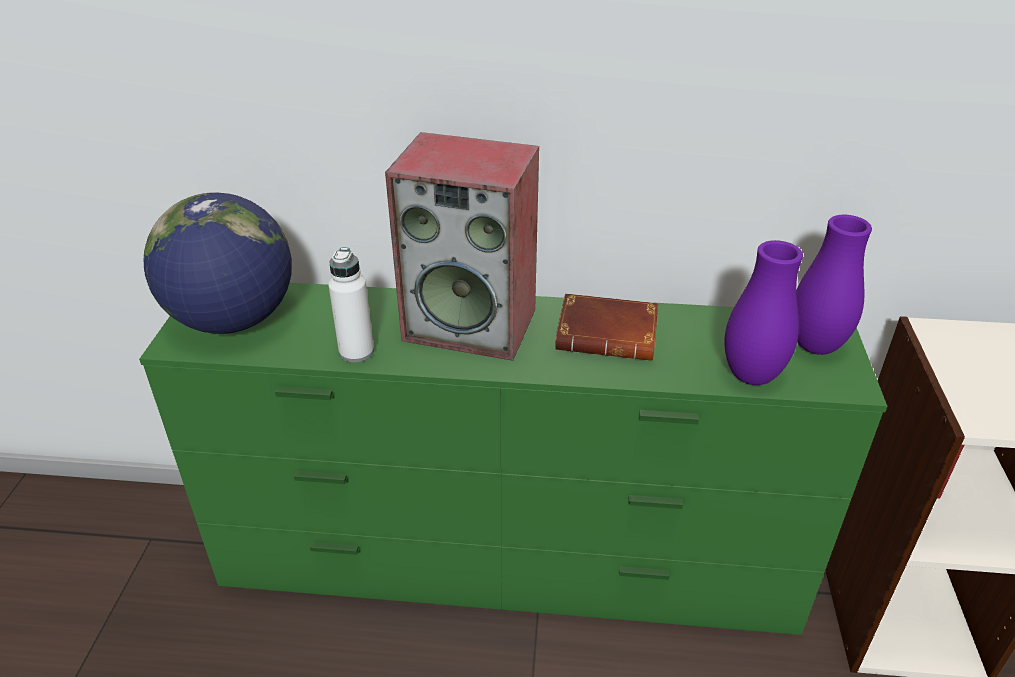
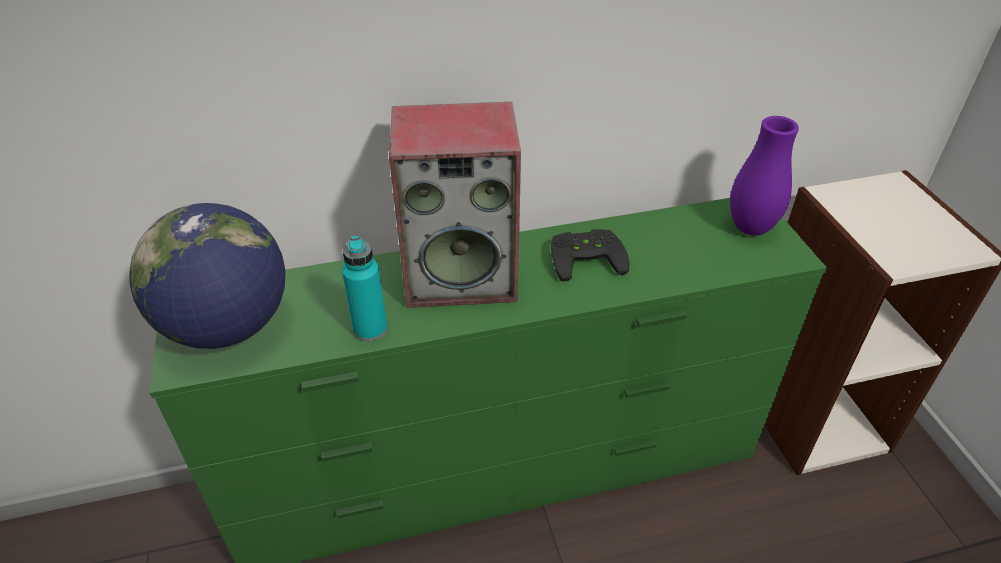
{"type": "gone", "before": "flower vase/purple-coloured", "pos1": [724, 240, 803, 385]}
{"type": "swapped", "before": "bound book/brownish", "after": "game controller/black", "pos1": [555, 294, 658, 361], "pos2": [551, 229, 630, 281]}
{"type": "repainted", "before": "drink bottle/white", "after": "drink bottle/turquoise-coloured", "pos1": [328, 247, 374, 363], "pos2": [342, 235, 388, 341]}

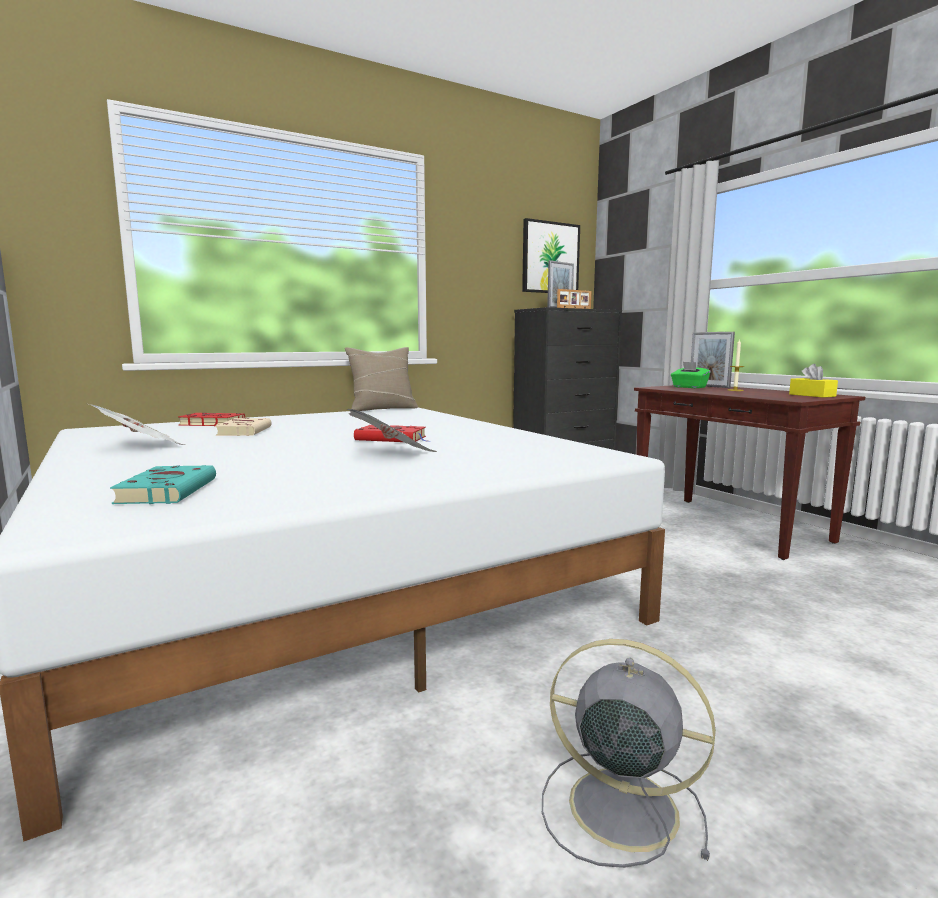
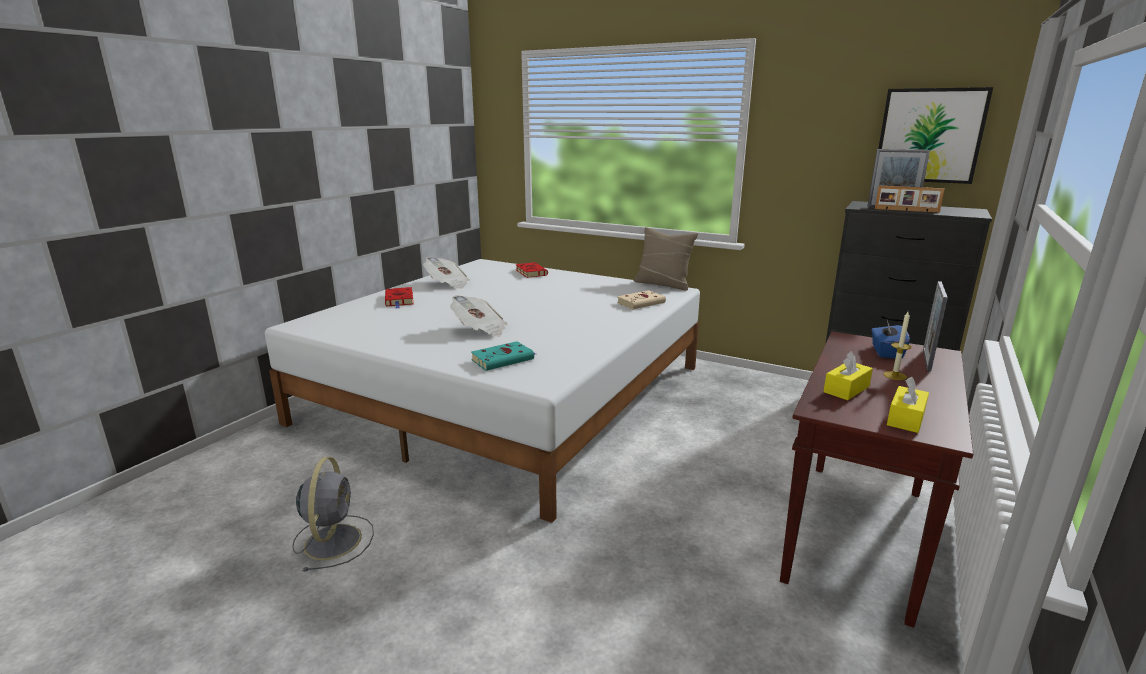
{"type": "new", "after": "tissue holder/yellow", "pos2": [824, 351, 873, 400]}
{"type": "shifted", "before": "bound book/turquoise-coloured", "pos1": [110, 465, 216, 504], "pos2": [471, 341, 535, 371]}
{"type": "shifted", "before": "bound book/sand-coloured", "pos1": [215, 418, 271, 436], "pos2": [617, 290, 666, 309]}
{"type": "shifted", "before": "bound book/reddish", "pos1": [354, 425, 430, 442], "pos2": [385, 287, 414, 308]}
{"type": "repainted", "before": "tissue holder/greenish", "after": "tissue holder/blue", "pos1": [671, 362, 710, 388], "pos2": [872, 320, 910, 359]}

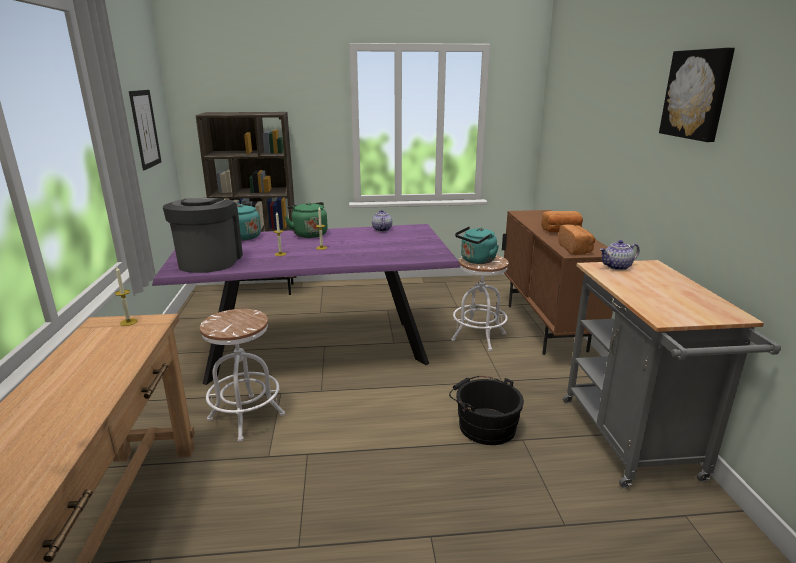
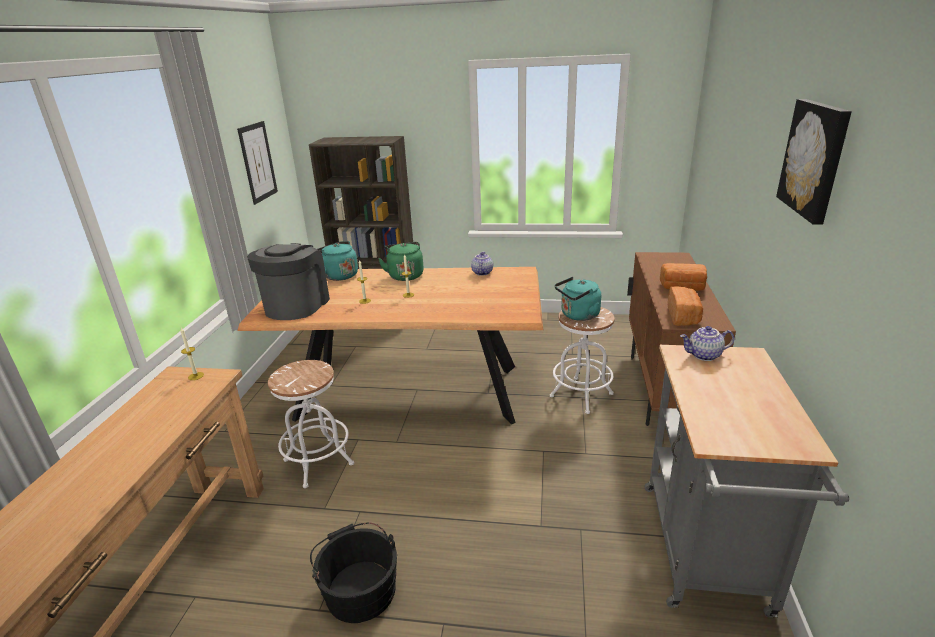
{"type": "shifted", "before": "water bucket/black", "pos1": [449, 376, 524, 445], "pos2": [310, 522, 397, 623]}
{"type": "repainted", "before": "kitchen table/purple-coloured", "after": "kitchen table/brownish", "pos1": [152, 224, 461, 385], "pos2": [237, 267, 543, 424]}

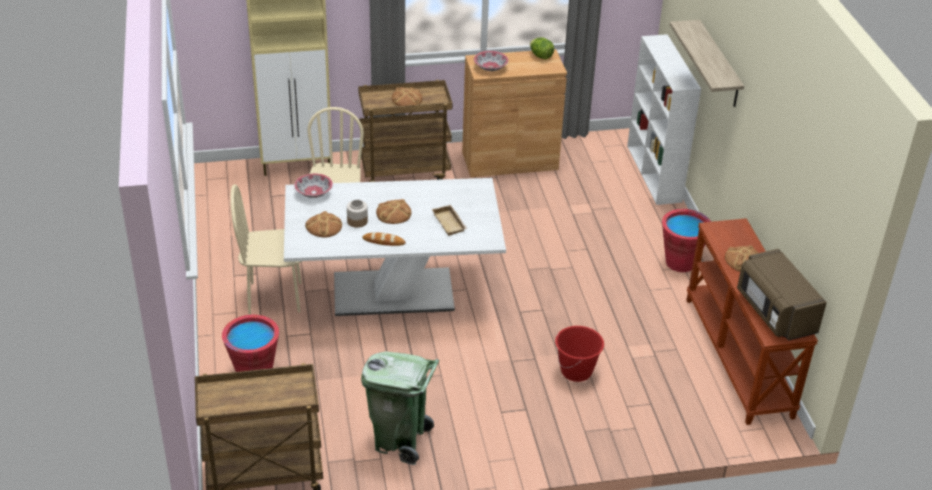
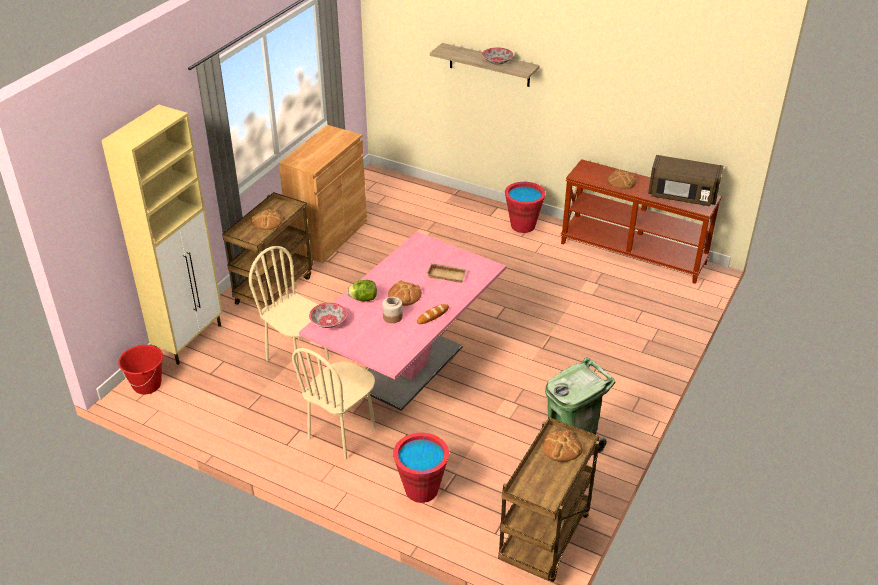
{"type": "gone", "before": "bookshelf/white", "pos1": [627, 34, 701, 205]}
{"type": "shifted", "before": "baked bread", "pos1": [305, 211, 342, 238], "pos2": [543, 430, 583, 462]}
{"type": "shifted", "before": "bowl", "pos1": [474, 51, 508, 71], "pos2": [482, 47, 513, 64]}
{"type": "shifted", "before": "head of lettuce", "pos1": [530, 37, 554, 59], "pos2": [347, 280, 377, 302]}
{"type": "shifted", "before": "water bucket/reddish", "pos1": [555, 326, 604, 382], "pos2": [118, 345, 163, 394]}
{"type": "repainted", "before": "kitchen table/white", "after": "kitchen table/pink-coloured", "pos1": [284, 178, 506, 316], "pos2": [299, 232, 506, 411]}

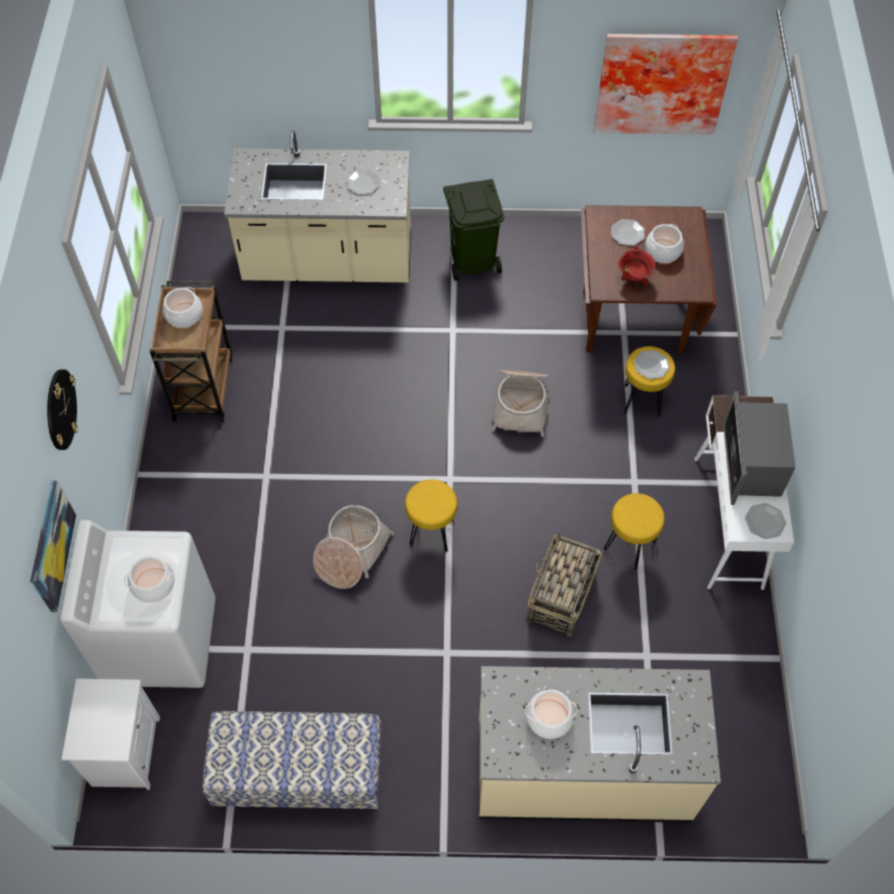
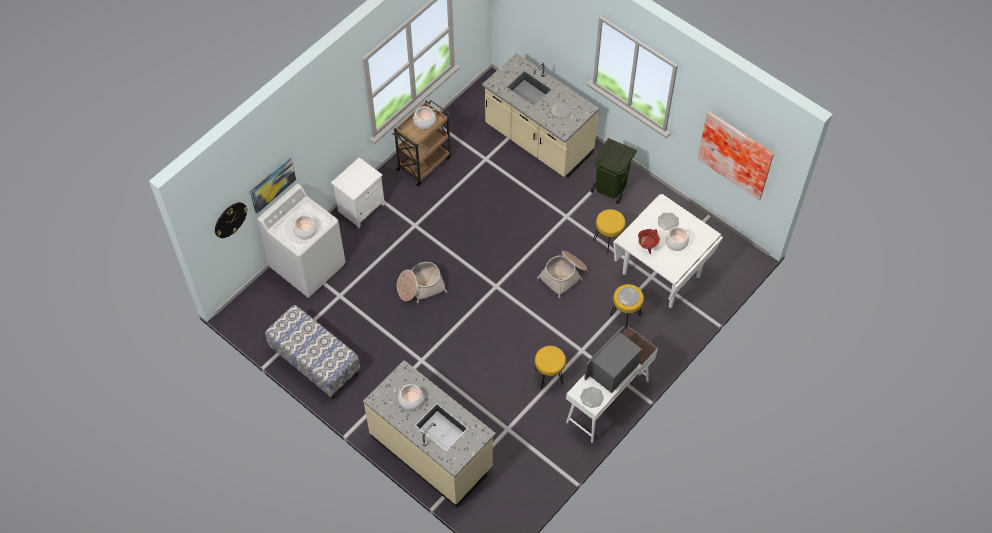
{"type": "gone", "before": "household basket", "pos1": [527, 534, 602, 637]}
{"type": "shifted", "before": "clock on the wall", "pos1": [47, 369, 78, 450], "pos2": [215, 202, 248, 238]}
{"type": "shifted", "before": "nightstand/white", "pos1": [61, 679, 160, 790], "pos2": [331, 157, 385, 228]}
{"type": "shifted", "before": "stool seat/yellow", "pos1": [405, 479, 458, 552], "pos2": [593, 209, 625, 254]}
{"type": "repainted", "before": "kitchen table/brownish", "after": "kitchen table/white", "pos1": [581, 205, 717, 354], "pos2": [613, 194, 723, 308]}

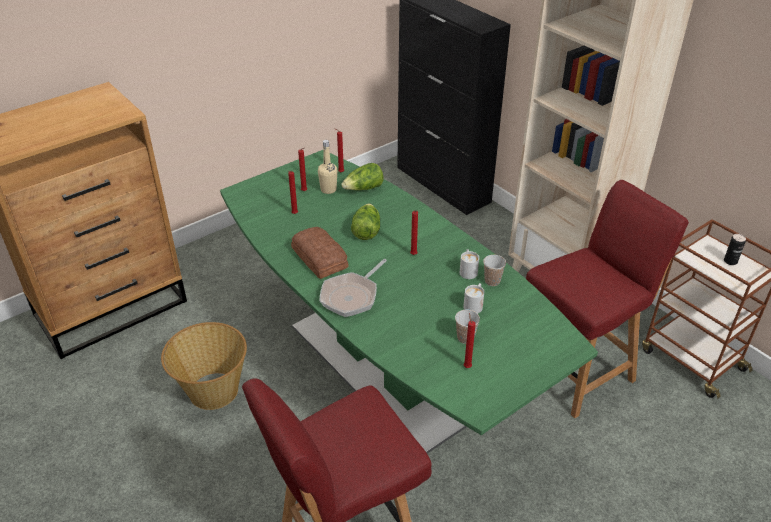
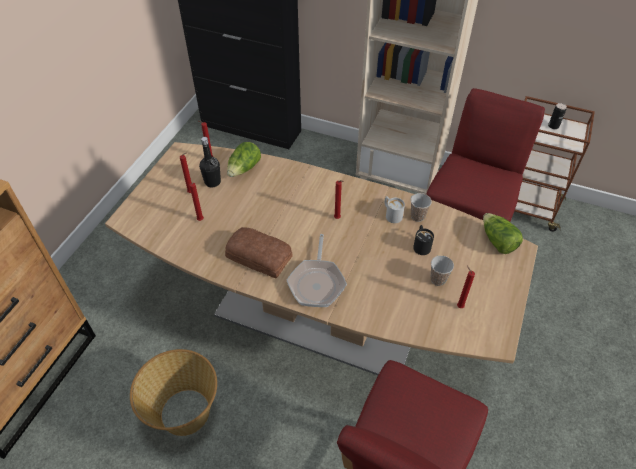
{"type": "shifted", "before": "head of lettuce", "pos1": [351, 203, 380, 240], "pos2": [483, 213, 523, 254]}
{"type": "repainted", "before": "kitchen table/greenish", "after": "kitchen table/brownish", "pos1": [220, 150, 598, 454], "pos2": [105, 142, 538, 375]}
{"type": "repainted", "before": "drink bottle/sand-coloured", "after": "drink bottle/black", "pos1": [318, 140, 337, 194], "pos2": [199, 137, 221, 187]}
{"type": "repainted", "before": "mug/white", "after": "mug/black", "pos1": [464, 283, 484, 314], "pos2": [413, 225, 434, 255]}

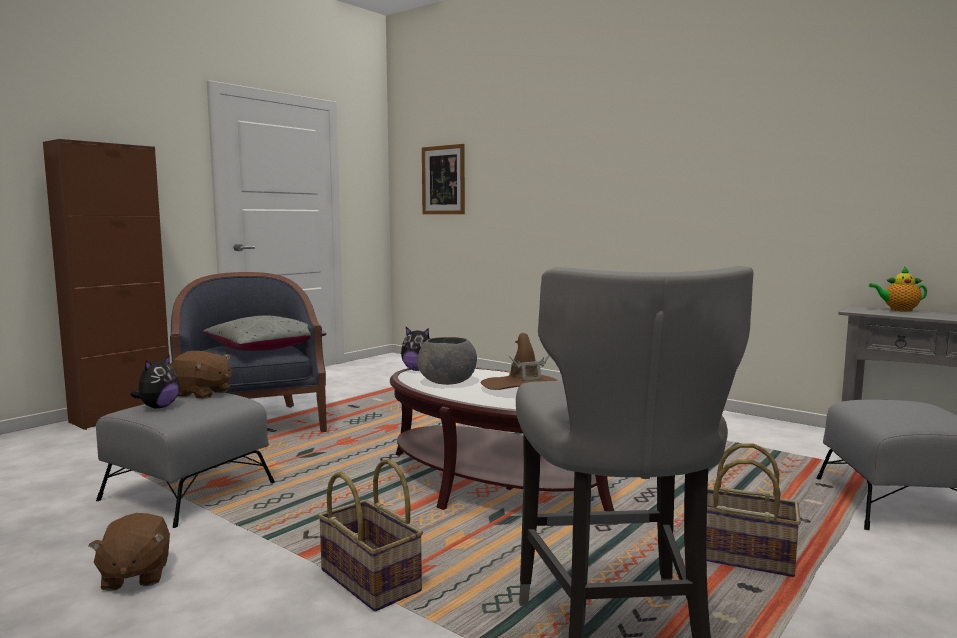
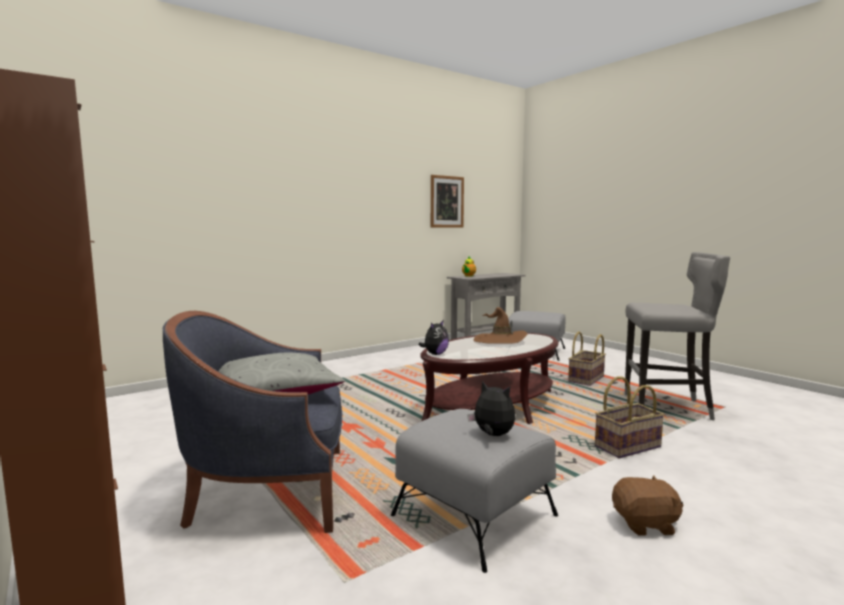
{"type": "gone", "before": "plush toy/brownish", "pos1": [170, 351, 232, 399]}
{"type": "gone", "before": "bowl/greyish", "pos1": [417, 337, 477, 385]}
{"type": "shifted", "before": "wall art", "pos1": [422, 144, 465, 214], "pos2": [431, 175, 464, 228]}

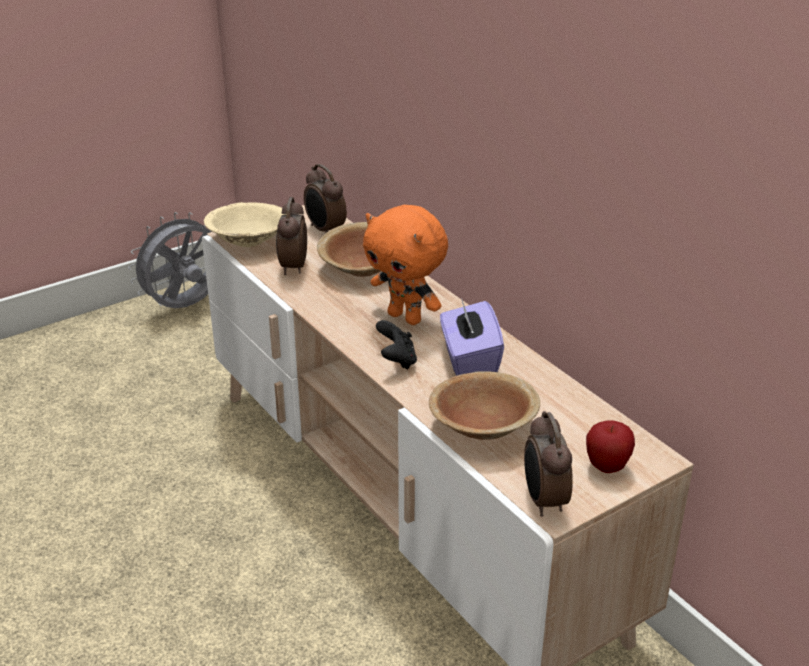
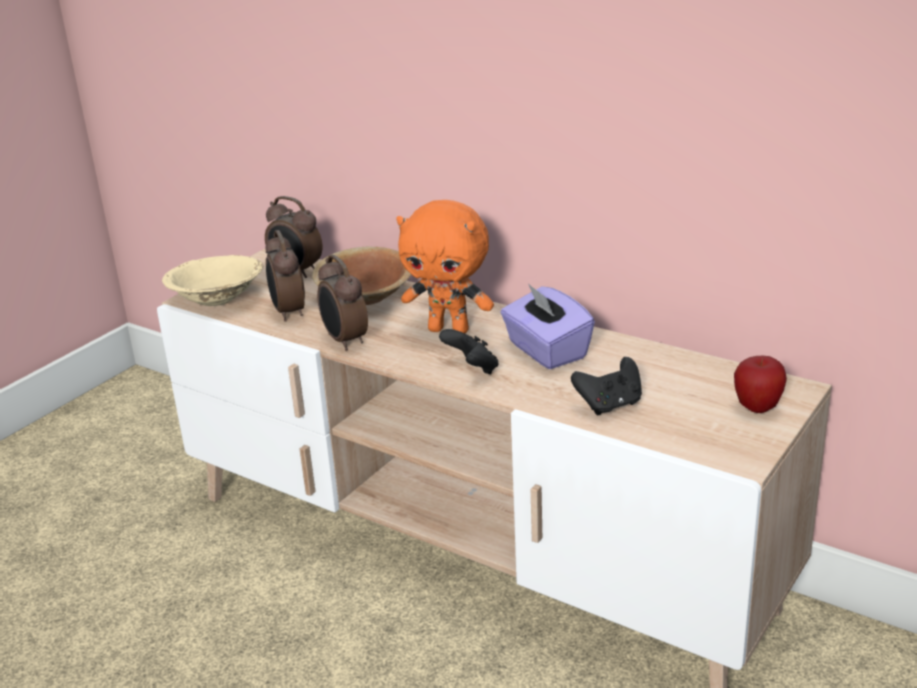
{"type": "gone", "before": "cooling fan/greyish", "pos1": [128, 212, 212, 308]}
{"type": "shifted", "before": "table clock", "pos1": [524, 411, 573, 517], "pos2": [317, 255, 368, 351]}
{"type": "swapped", "before": "bowl/brownish", "after": "game controller/black", "pos1": [429, 371, 540, 440], "pos2": [571, 357, 642, 415]}

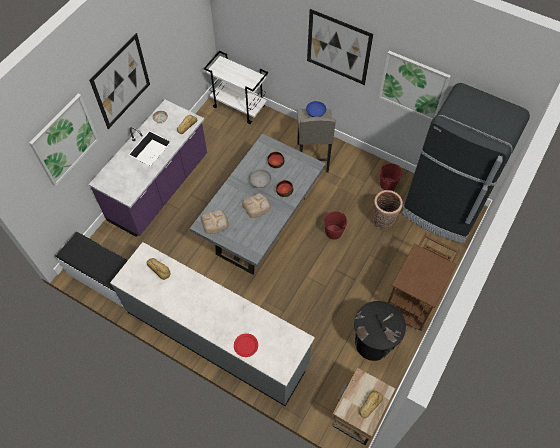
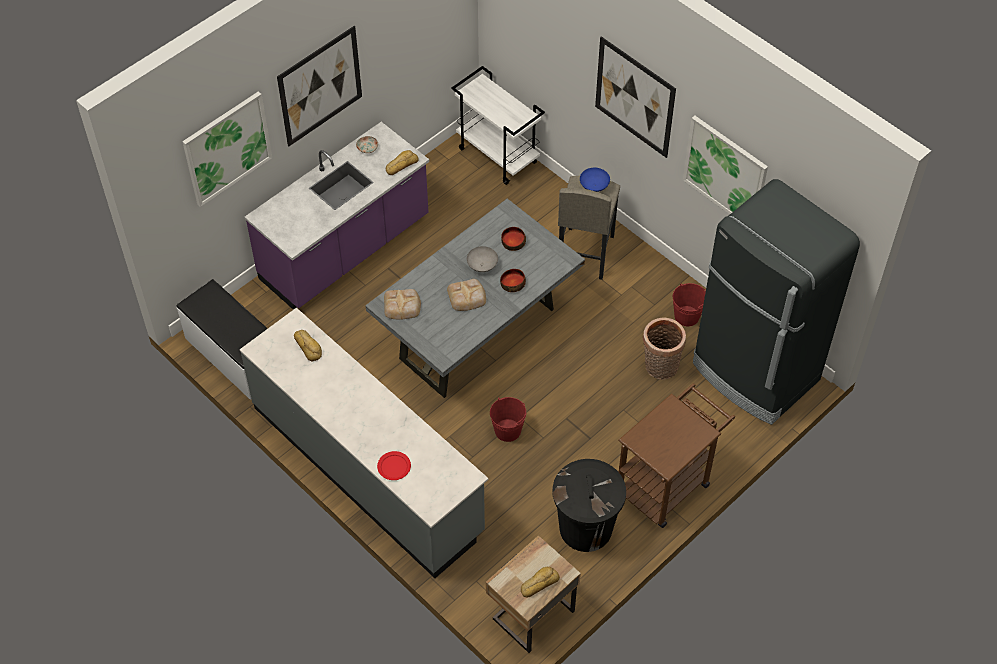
{"type": "shifted", "before": "water bucket/reddish", "pos1": [324, 211, 347, 240], "pos2": [490, 397, 526, 442]}

